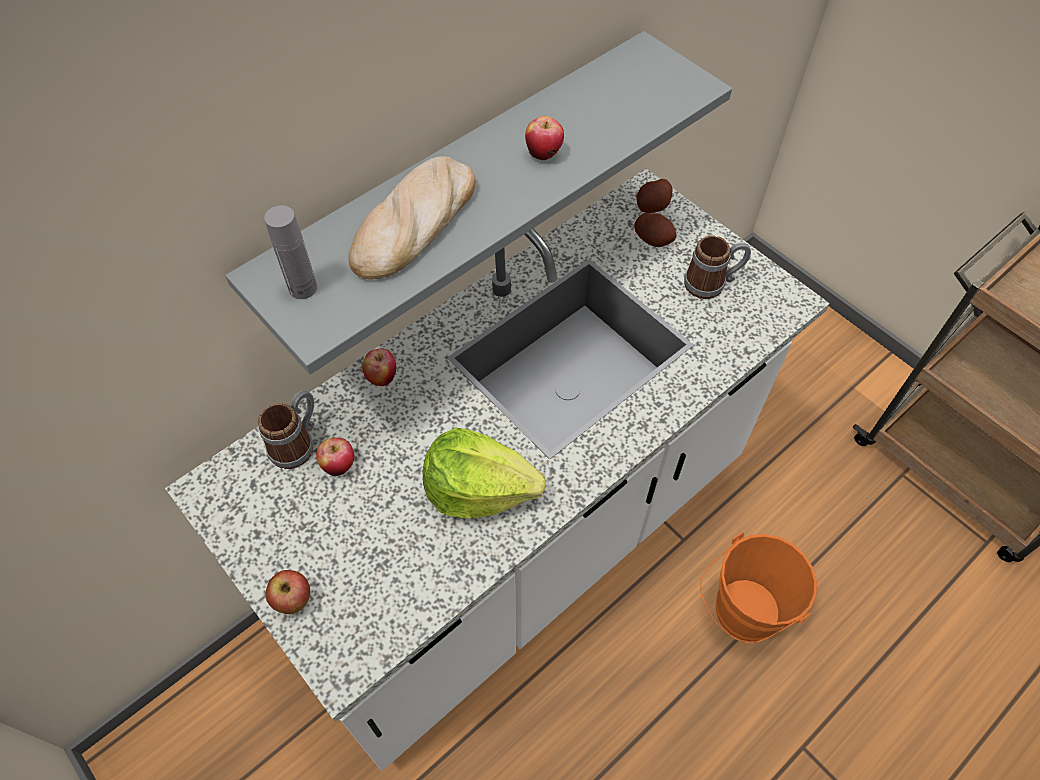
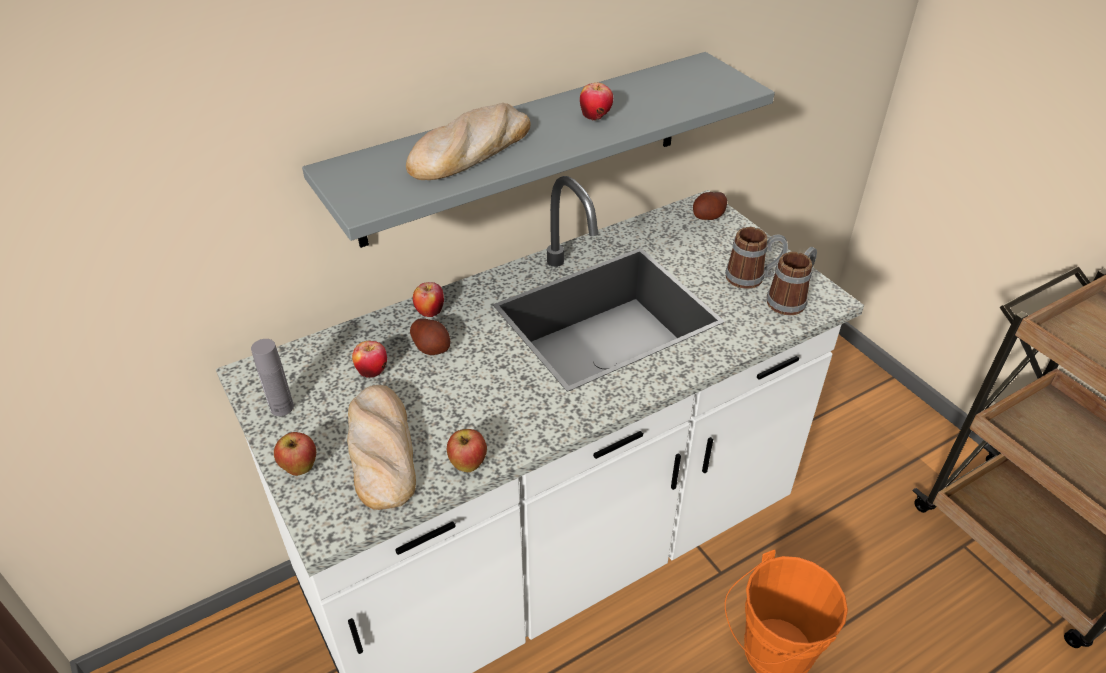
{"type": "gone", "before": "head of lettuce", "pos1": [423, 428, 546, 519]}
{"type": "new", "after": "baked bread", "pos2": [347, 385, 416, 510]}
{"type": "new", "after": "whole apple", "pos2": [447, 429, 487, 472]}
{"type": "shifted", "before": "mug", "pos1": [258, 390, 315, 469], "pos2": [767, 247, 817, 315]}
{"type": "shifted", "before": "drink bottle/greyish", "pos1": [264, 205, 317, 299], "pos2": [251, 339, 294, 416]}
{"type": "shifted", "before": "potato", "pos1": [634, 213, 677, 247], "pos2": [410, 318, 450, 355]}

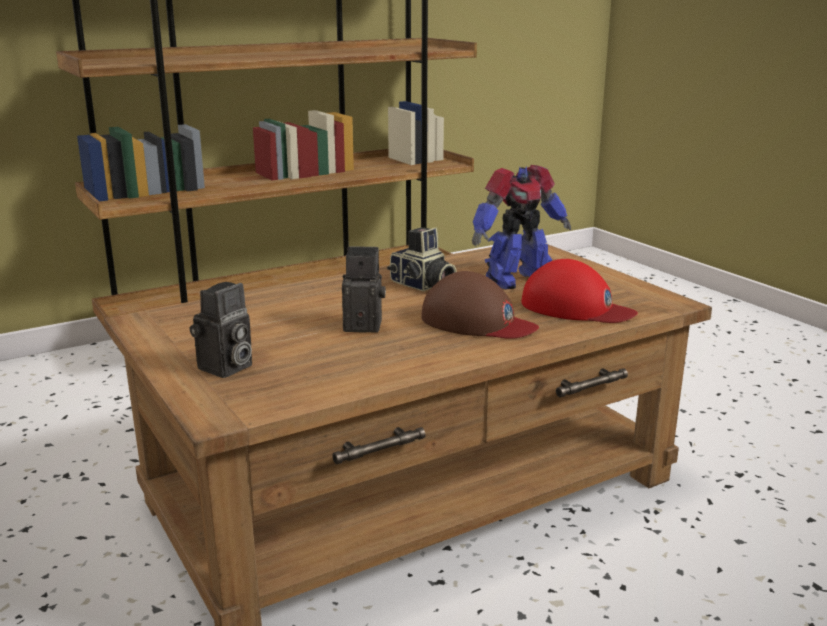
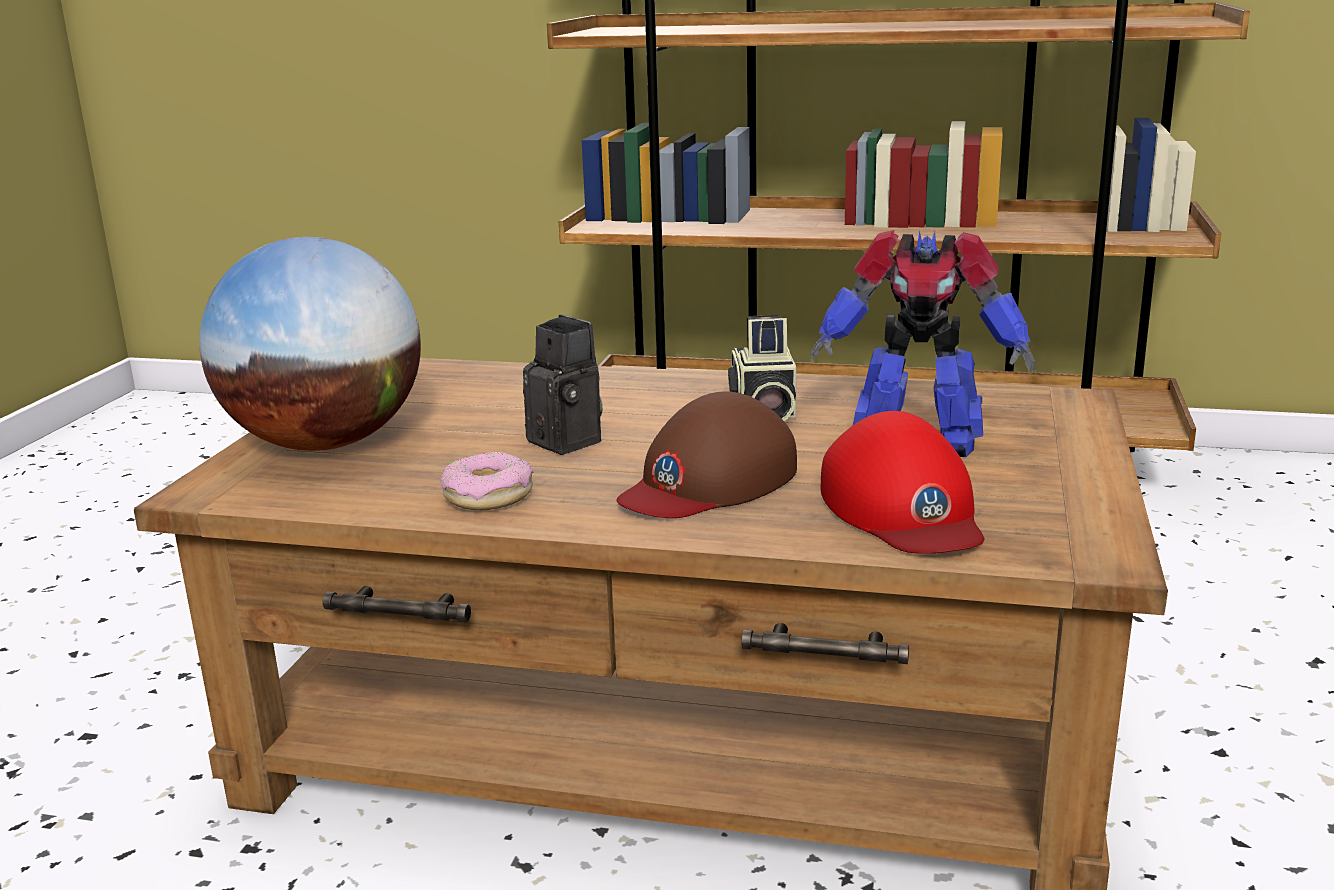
{"type": "new", "after": "donut", "pos2": [440, 452, 533, 510]}
{"type": "swapped", "before": "photo camera", "after": "globe", "pos1": [190, 282, 252, 378], "pos2": [199, 237, 421, 451]}
{"type": "rotated", "before": "baseball cap/brownish", "pos1": [421, 271, 539, 339], "pos2": [616, 391, 797, 518], "turn": 60}

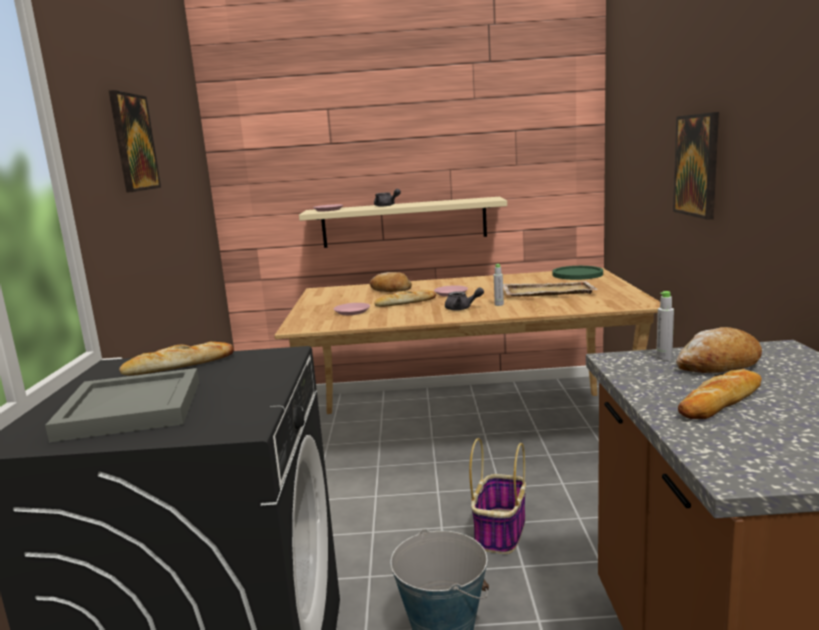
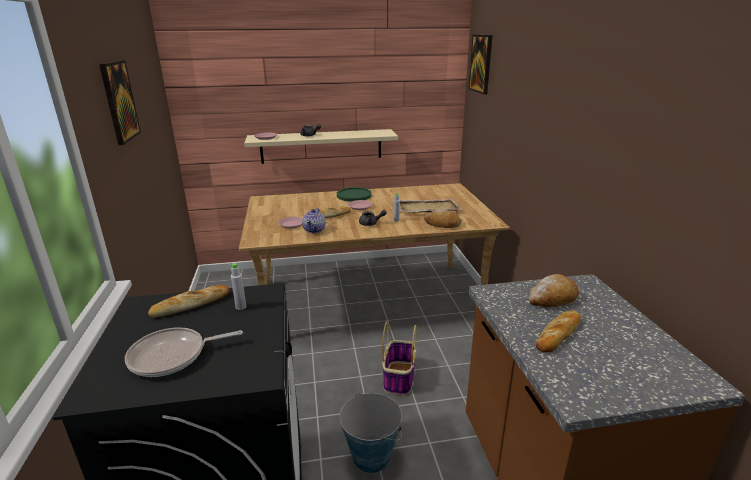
{"type": "new", "after": "tea pot", "pos2": [302, 208, 326, 233]}
{"type": "shifted", "before": "baked bread", "pos1": [370, 272, 412, 292], "pos2": [424, 209, 461, 228]}
{"type": "shifted", "before": "dinner plate/greenish", "pos1": [552, 266, 603, 280], "pos2": [337, 187, 372, 202]}
{"type": "shifted", "before": "drink bottle/greyish", "pos1": [656, 291, 674, 361], "pos2": [230, 263, 246, 310]}
{"type": "shifted", "before": "wall art", "pos1": [673, 112, 719, 220], "pos2": [469, 35, 492, 94]}
{"type": "swapped", "before": "tray/greyish", "after": "pan", "pos1": [45, 368, 199, 442], "pos2": [125, 327, 243, 377]}

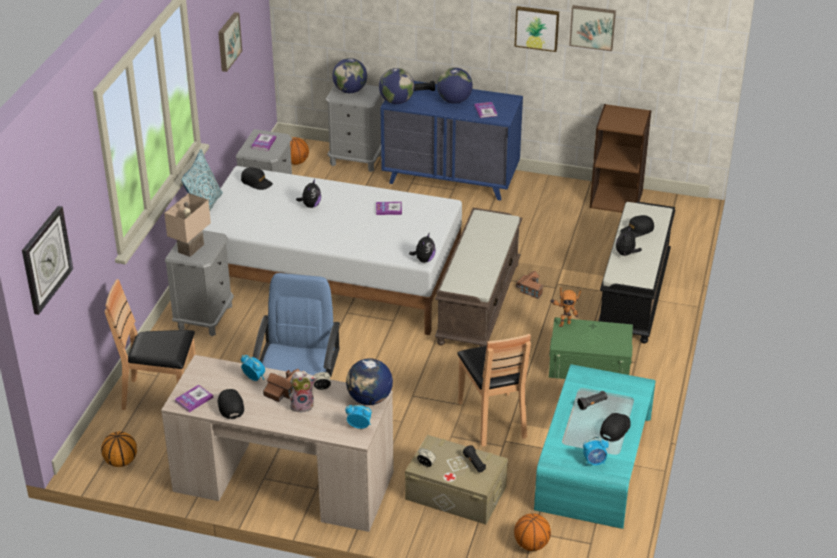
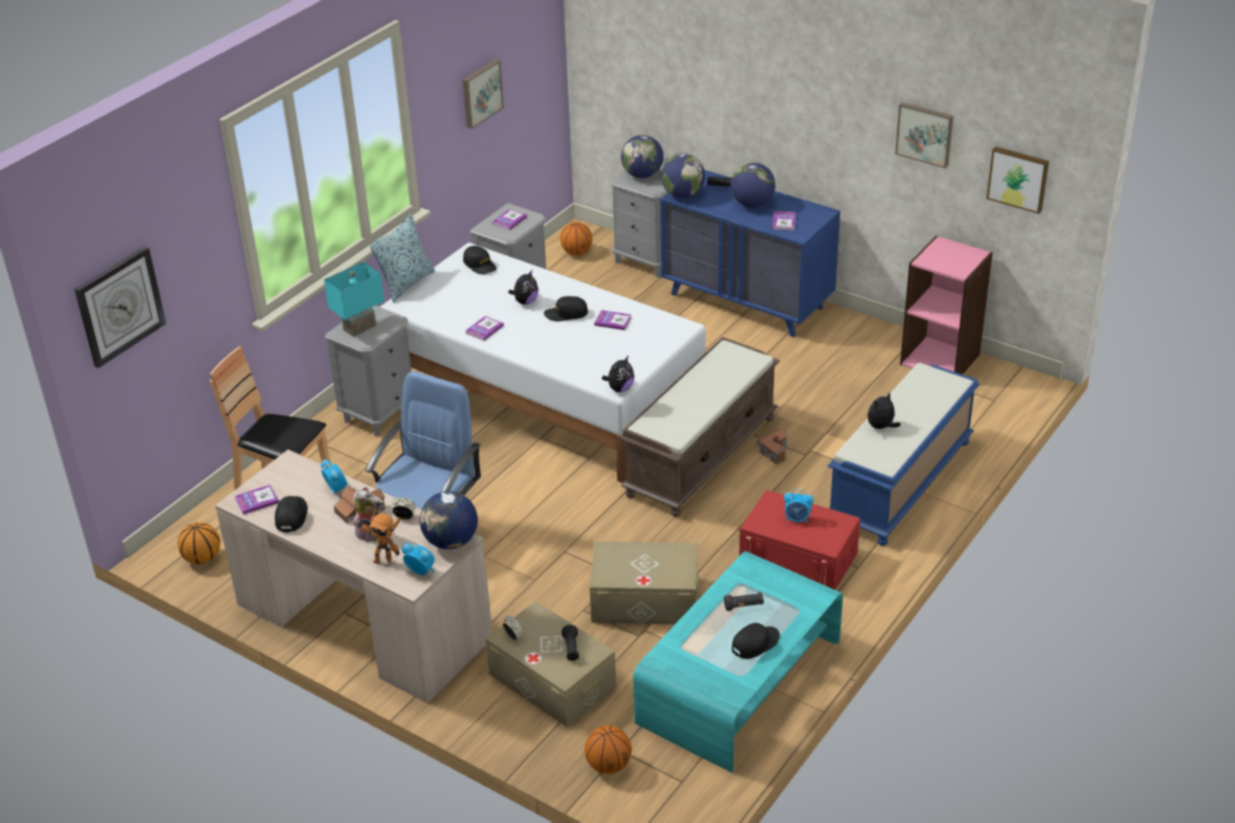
{"type": "new", "after": "bound book", "pos2": [465, 316, 504, 341]}
{"type": "shifted", "before": "wall art", "pos1": [515, 6, 559, 52], "pos2": [987, 146, 1049, 214]}
{"type": "shifted", "before": "toy robot", "pos1": [551, 287, 581, 327], "pos2": [356, 508, 401, 564]}
{"type": "shifted", "before": "table clock", "pos1": [583, 437, 609, 466], "pos2": [784, 489, 814, 523]}
{"type": "shifted", "before": "baseball cap/black", "pos1": [620, 215, 654, 238], "pos2": [544, 296, 588, 321]}
{"type": "swapped", "before": "plain chair/brownish", "after": "storage container/sand-coloured", "pos1": [457, 334, 531, 447], "pos2": [590, 541, 699, 624]}
{"type": "repainted", "before": "table lamp/sand-coloured", "after": "table lamp/turquoise-coloured", "pos1": [164, 193, 211, 257], "pos2": [324, 261, 384, 337]}
{"type": "repainted", "before": "storage container/greenish", "after": "storage container/reddish", "pos1": [549, 317, 633, 379], "pos2": [739, 490, 860, 590]}
{"type": "repainted", "before": "bookshelf/brownish", "after": "bookshelf/pink-coloured", "pos1": [590, 104, 652, 213], "pos2": [900, 235, 993, 375]}
{"type": "repainted", "before": "indoor bench/black", "after": "indoor bench/blue", "pos1": [598, 202, 676, 344], "pos2": [828, 363, 980, 546]}

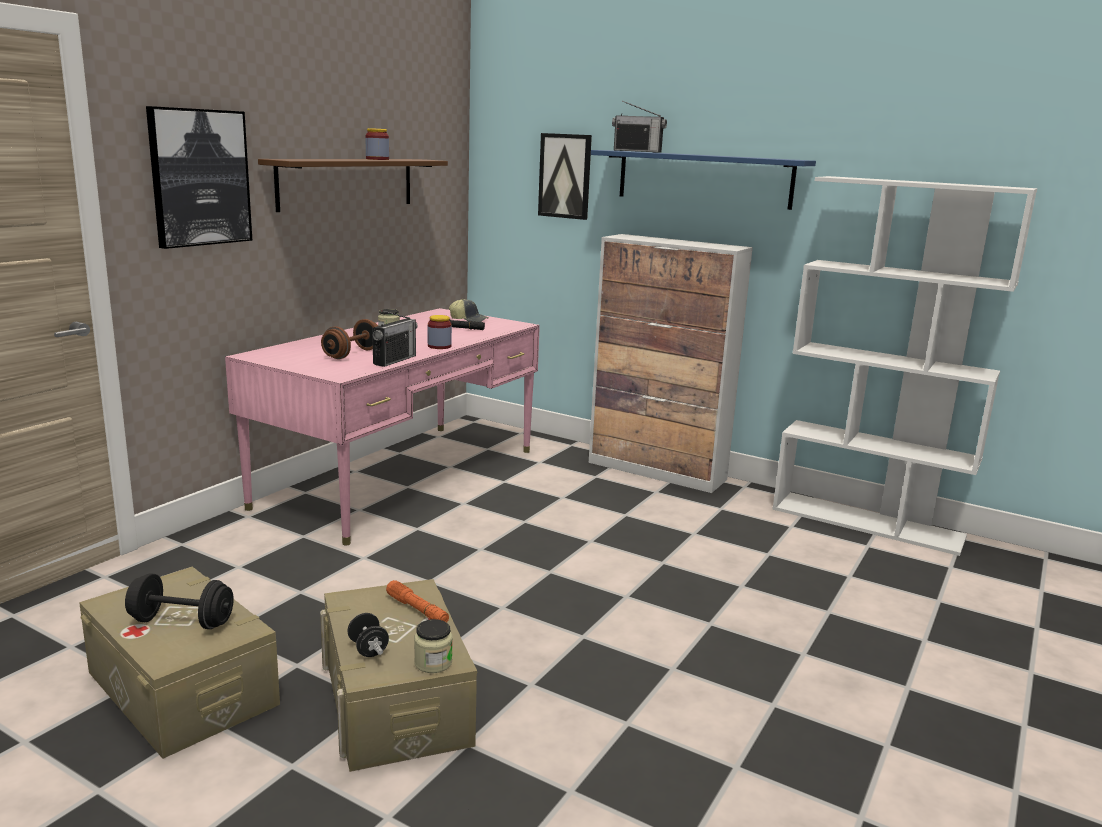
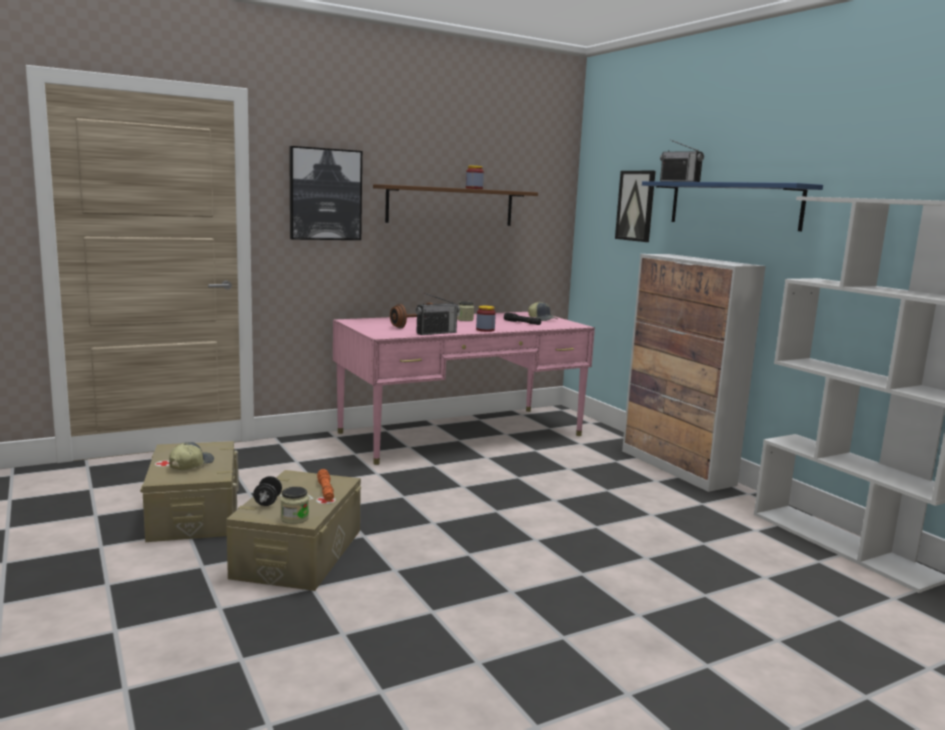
{"type": "swapped", "before": "hand weight/black", "after": "baseball cap", "pos1": [125, 573, 234, 629], "pos2": [169, 442, 214, 470]}

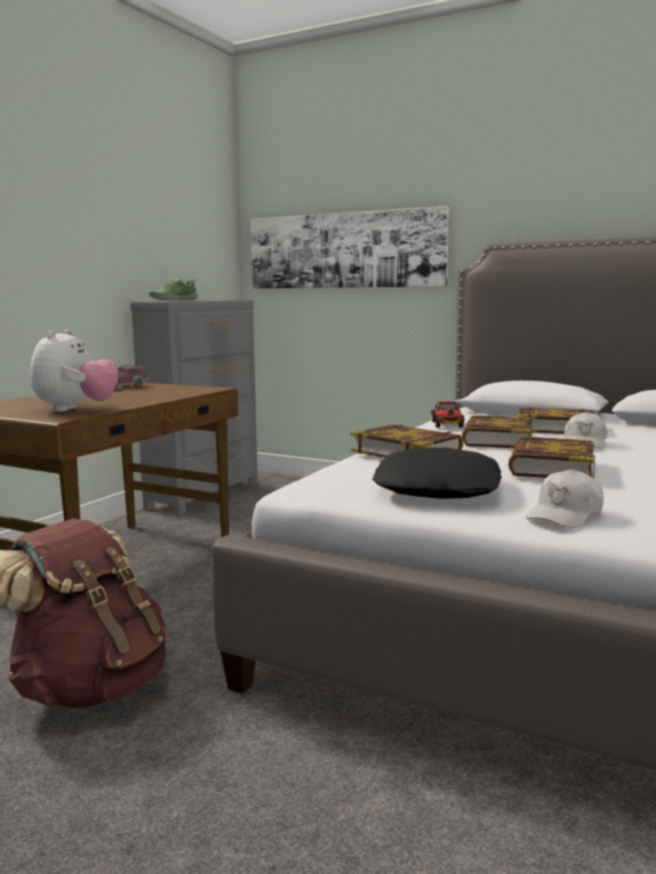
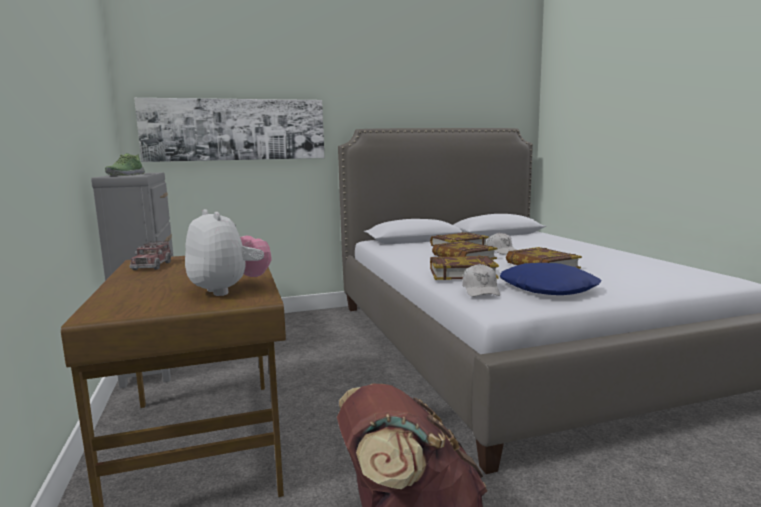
{"type": "gone", "before": "miniature car", "pos1": [431, 401, 464, 427]}
{"type": "shifted", "before": "baseball cap/white", "pos1": [526, 469, 604, 528], "pos2": [462, 264, 500, 297]}
{"type": "repainted", "before": "throw pillow/black", "after": "throw pillow/blue", "pos1": [372, 447, 502, 499], "pos2": [500, 263, 601, 295]}

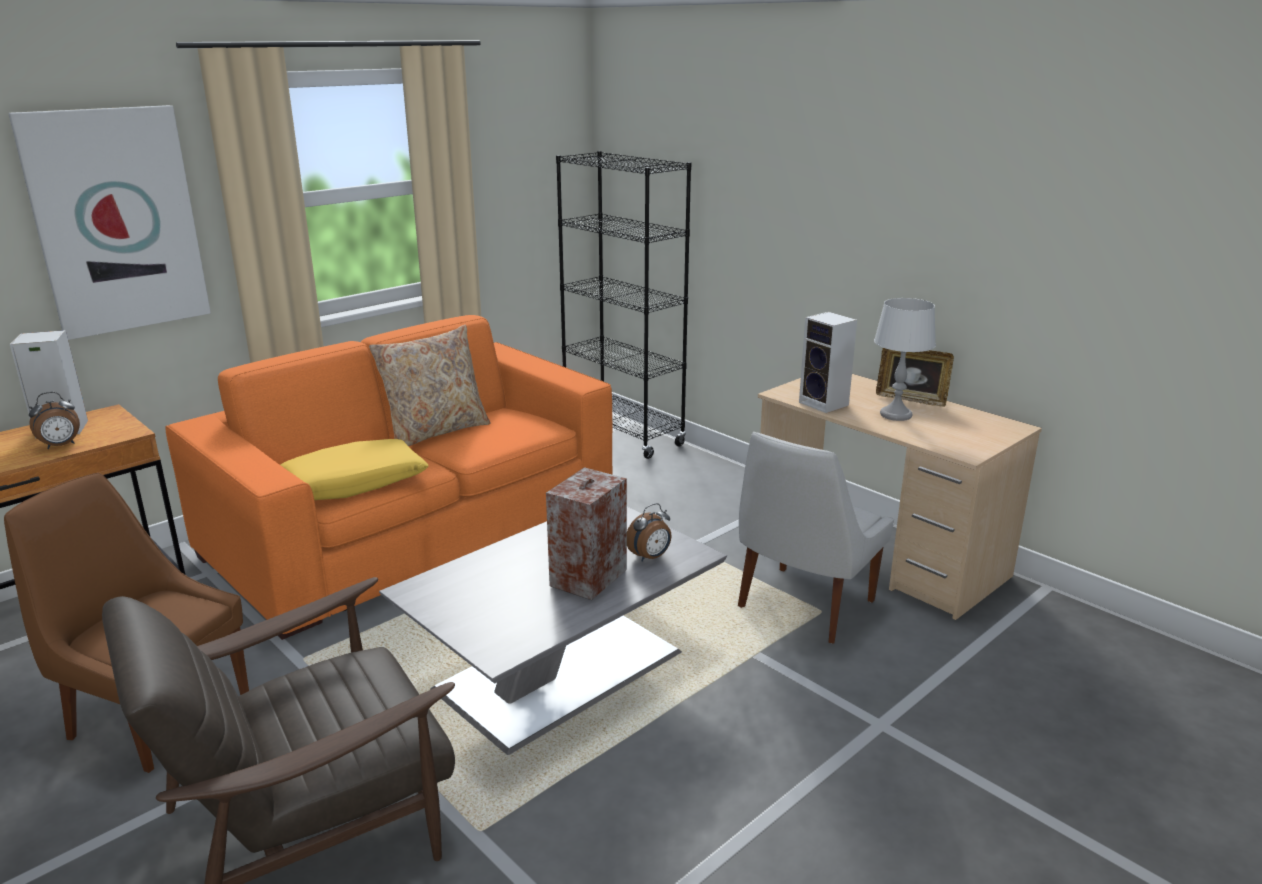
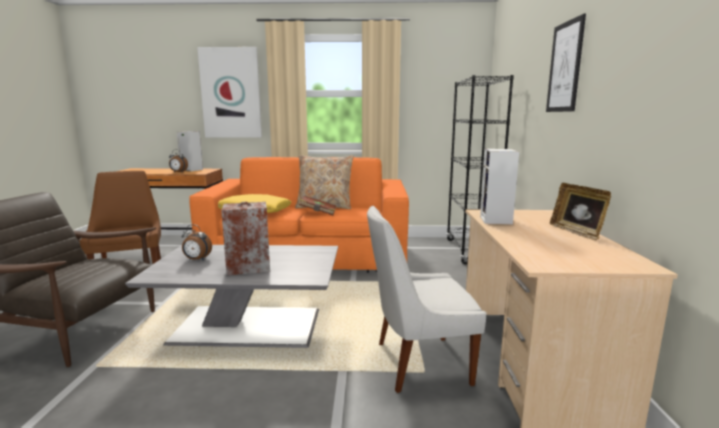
{"type": "gone", "before": "table lamp/greyish", "pos1": [874, 298, 936, 421]}
{"type": "new", "after": "bound book/brownish", "pos2": [299, 196, 336, 216]}
{"type": "new", "after": "wall art", "pos2": [546, 14, 586, 112]}
{"type": "shifted", "before": "table clock", "pos1": [627, 503, 671, 562], "pos2": [182, 225, 212, 261]}

